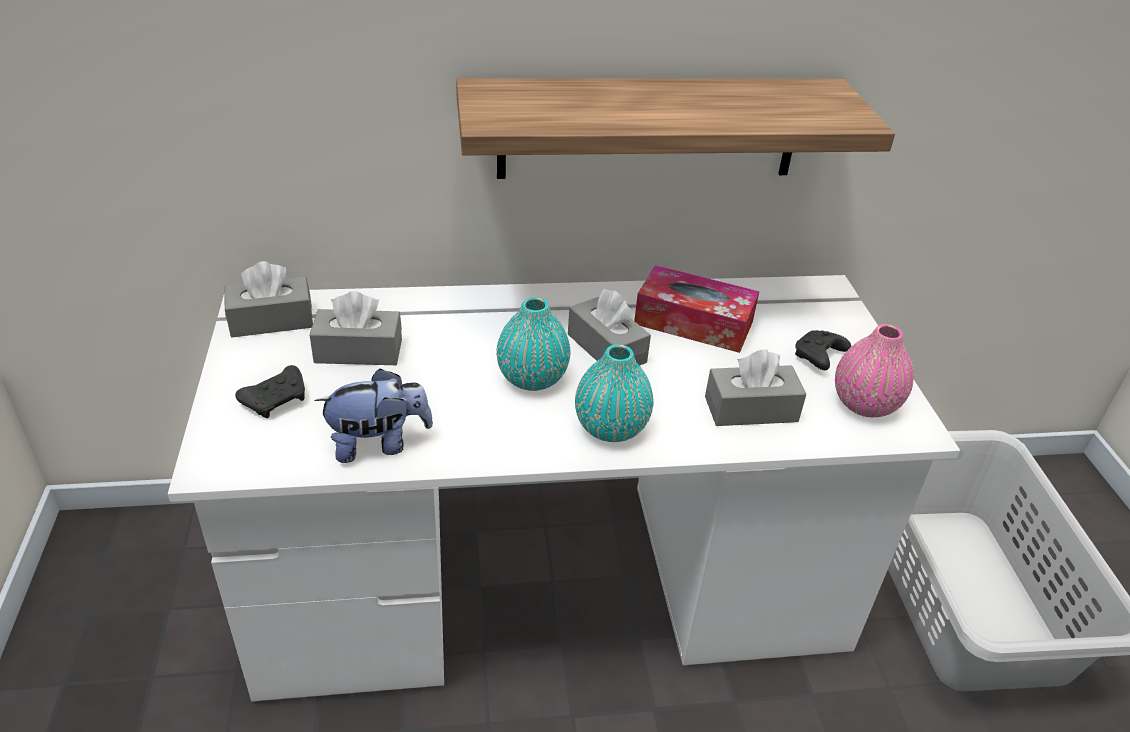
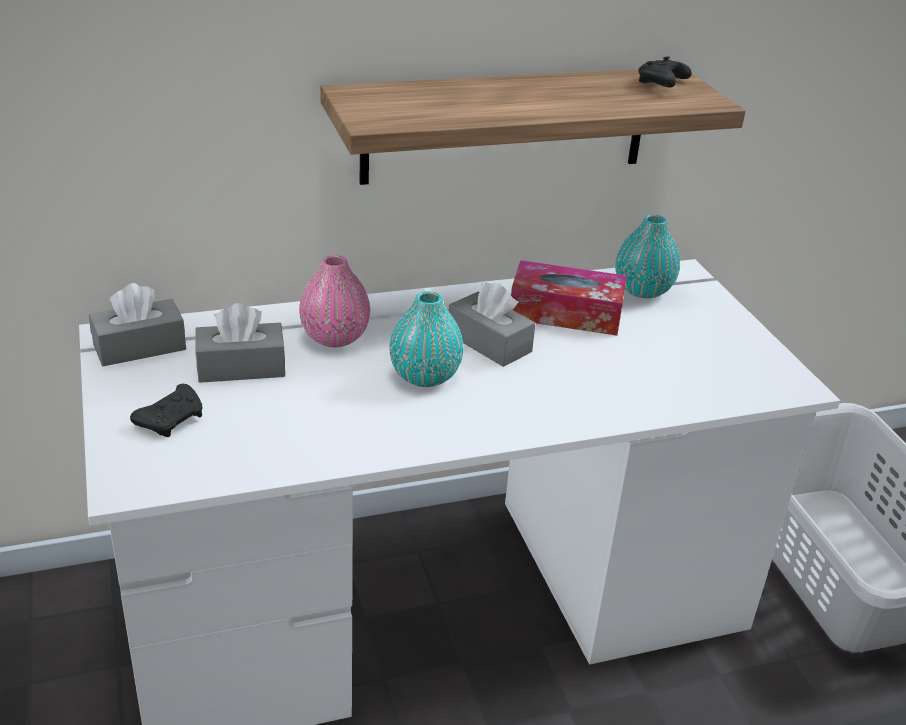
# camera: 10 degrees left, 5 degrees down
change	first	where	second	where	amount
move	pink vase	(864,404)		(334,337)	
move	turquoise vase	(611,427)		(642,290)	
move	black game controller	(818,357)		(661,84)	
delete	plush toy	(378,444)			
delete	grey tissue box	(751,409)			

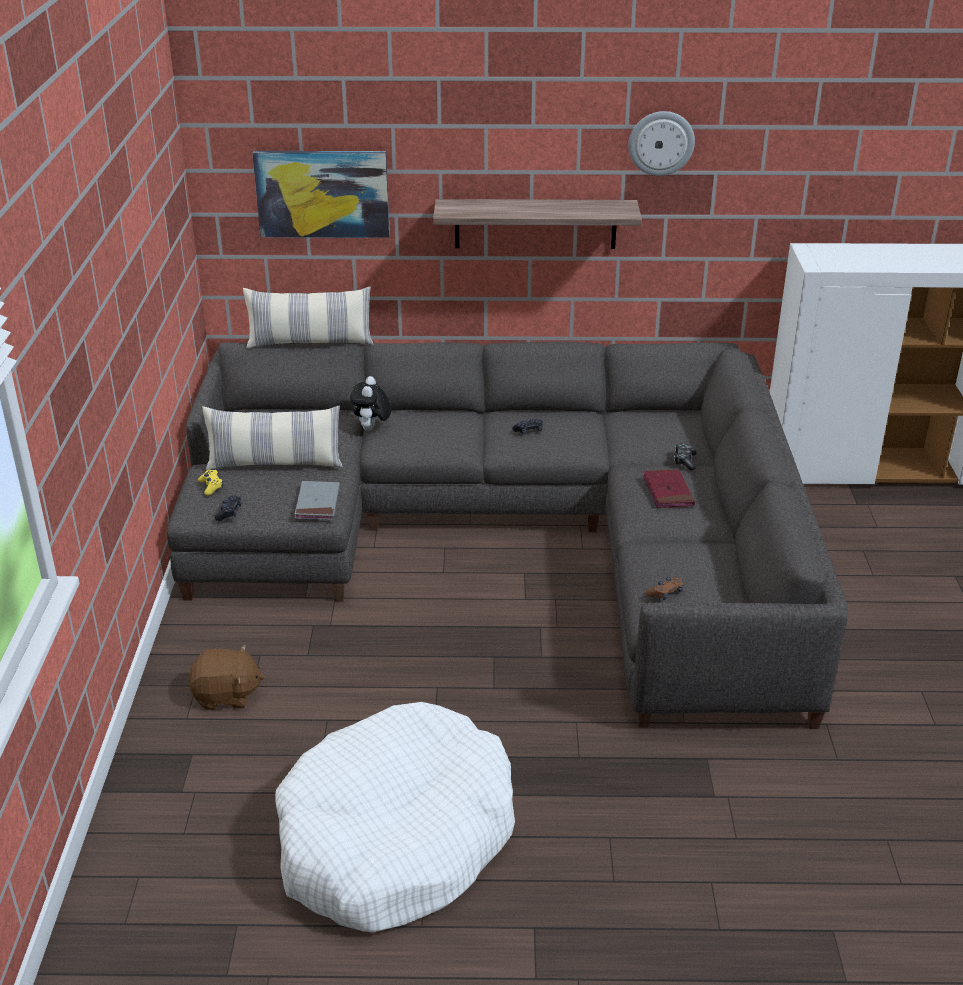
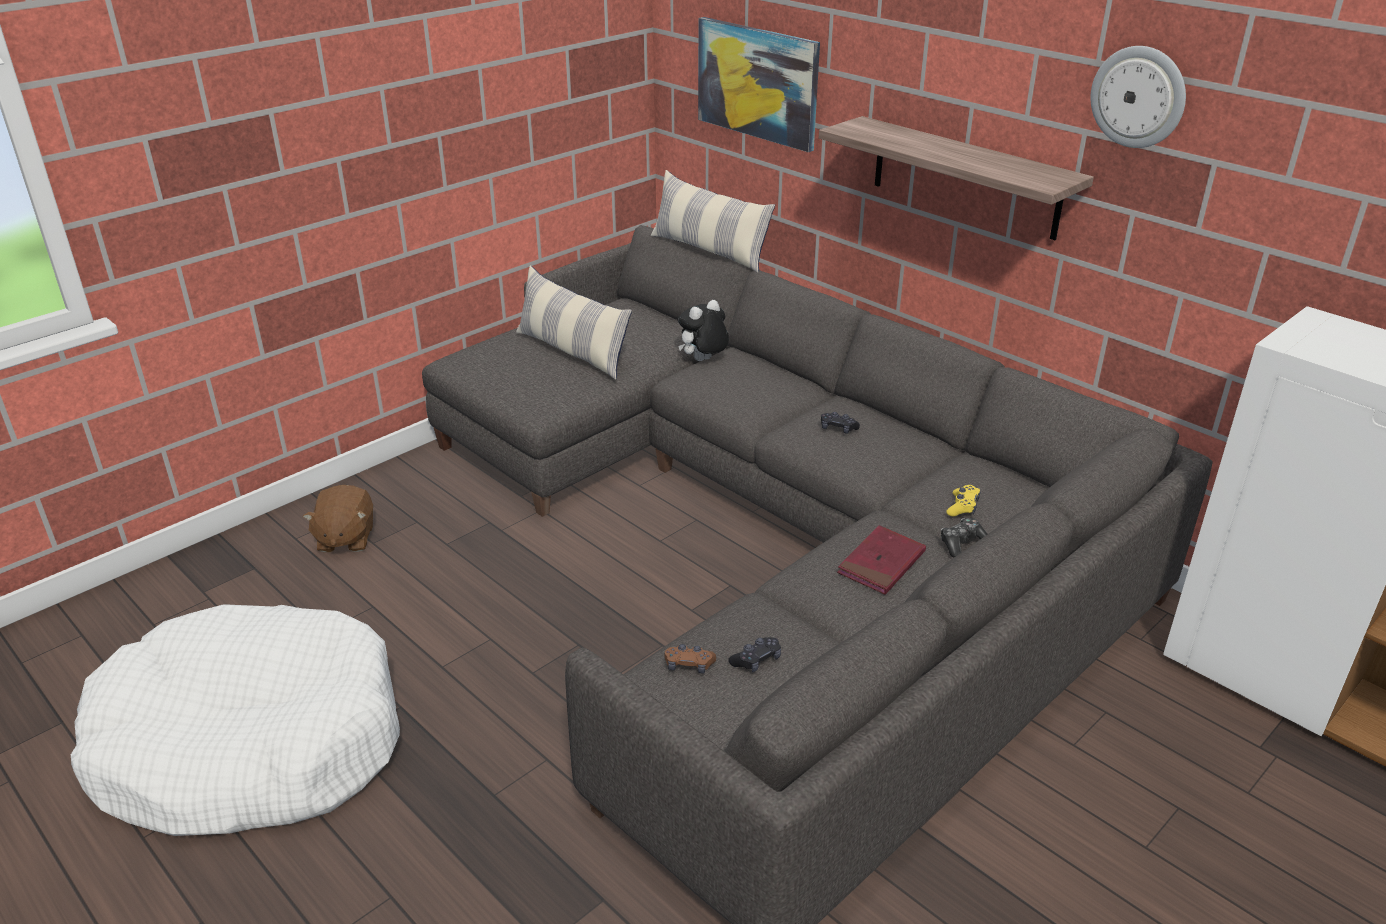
# camera: 45 degrees right, 0 degrees up
change	first	where	second	where	amount
rotate	brown plush toy	(226,695)		(345,539)	45 degrees clockwise
move	black game controller	(229,512)		(756,660)	
move	yellow game controller	(211,486)		(963,507)	
delete	grey book	(317,503)			

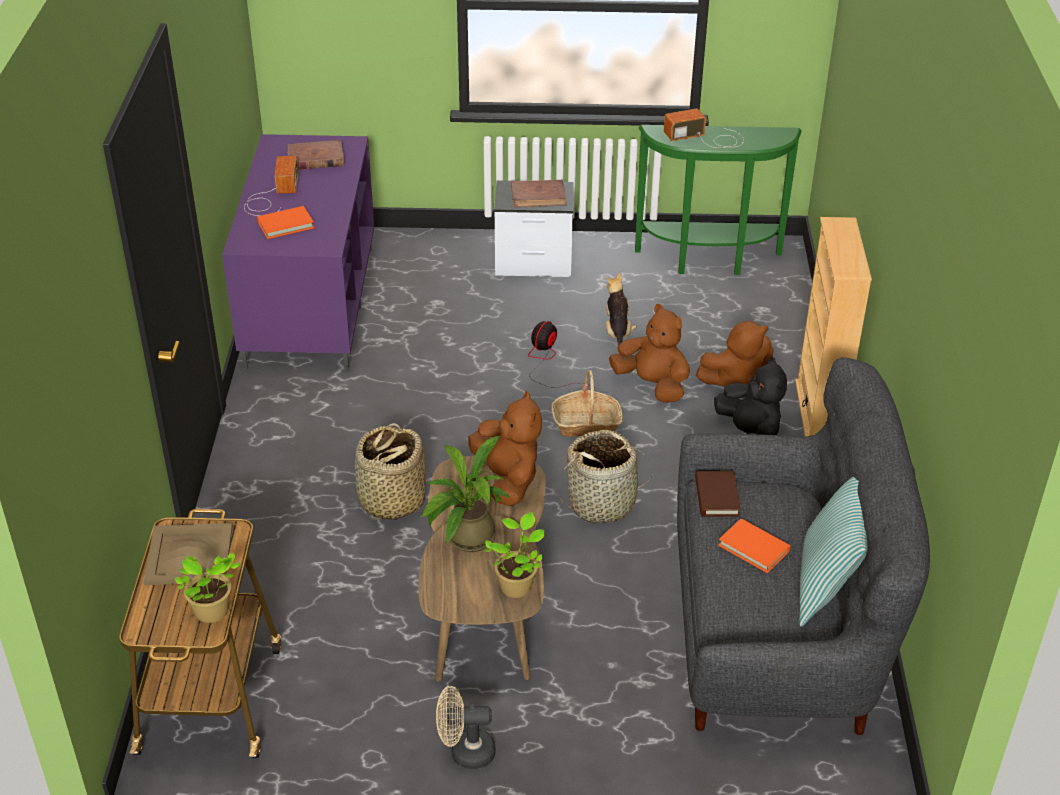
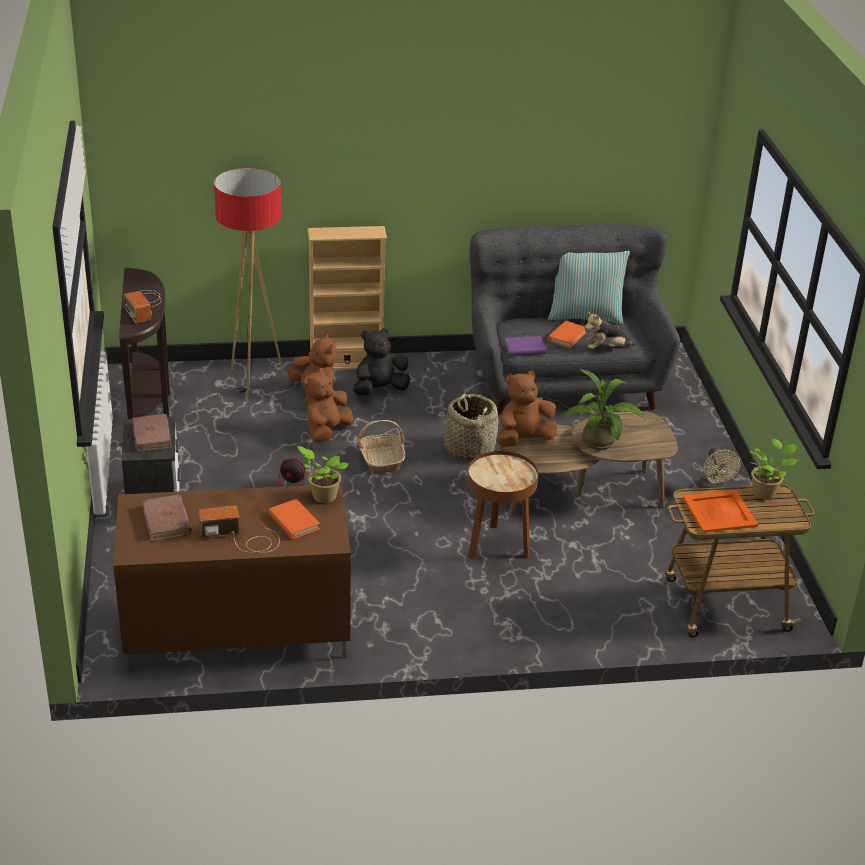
# camera: 100 degrees left, 5 degrees down
change	first	where	second	where	amount
recolor	purple tv stand	(309,305)	brown tv stand	(235,631)	
recolor	green console table	(709,262)	brown console table	(150,407)	
insert			floor lamp	(254,380)	
move	potted plant	(516,585)		(322,496)	
replace	basket	(391,500)	brown side table	(497,546)	
recolor	brown book	(716,496)	purple book	(524,349)	
move	plush toy	(617,333)		(606,348)	
recolor	beige tray	(188,554)	orange tray	(719,512)	

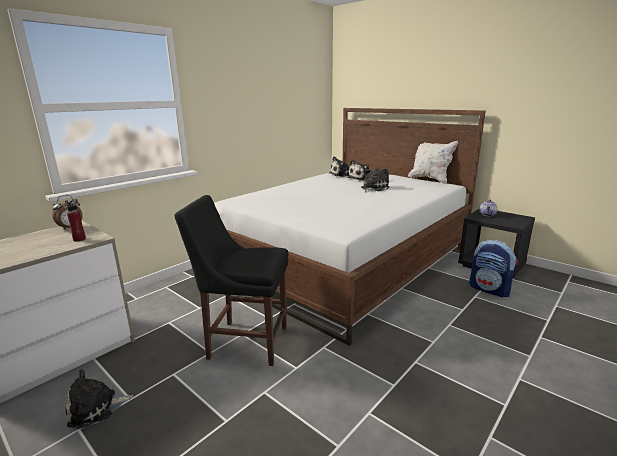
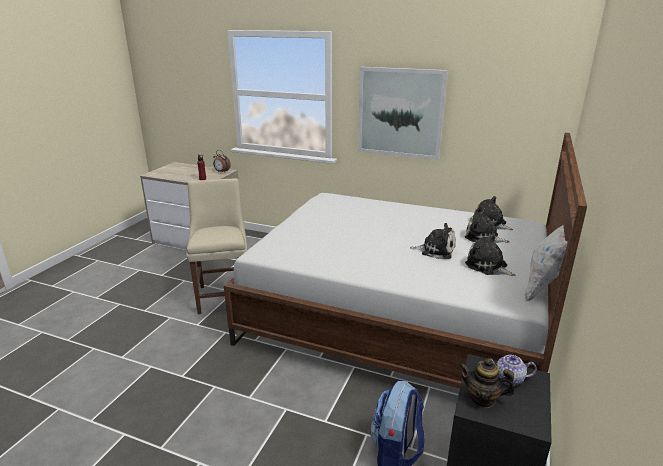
# camera: 70 degrees right, 5 degrees up
change	first	where	second	where	amount
recolor	black chair	(244,341)	beige chair	(224,295)	
insert			picture	(400,113)	
insert			teapot	(482,399)	
move	plush toy	(96,408)		(488,266)	

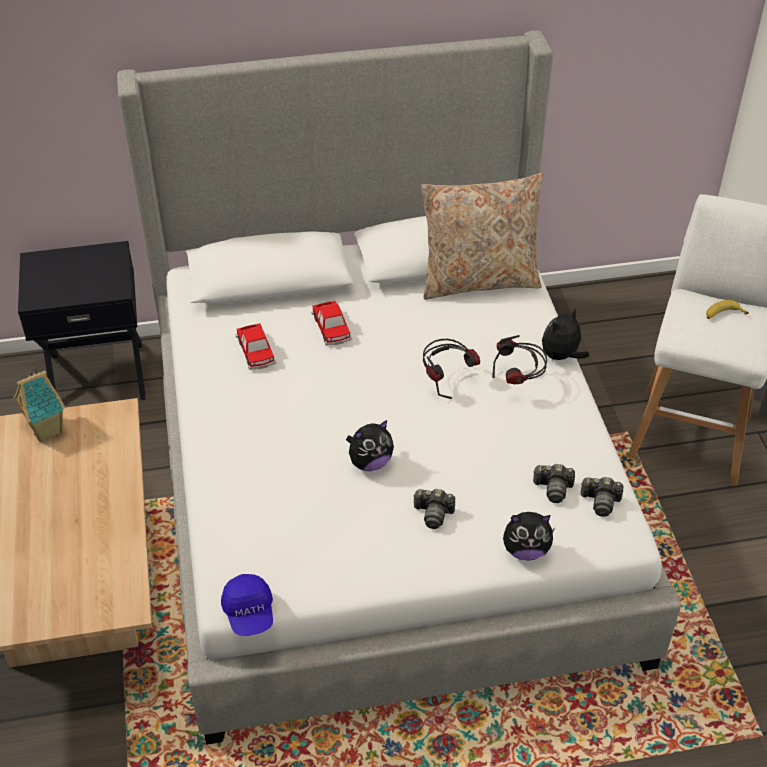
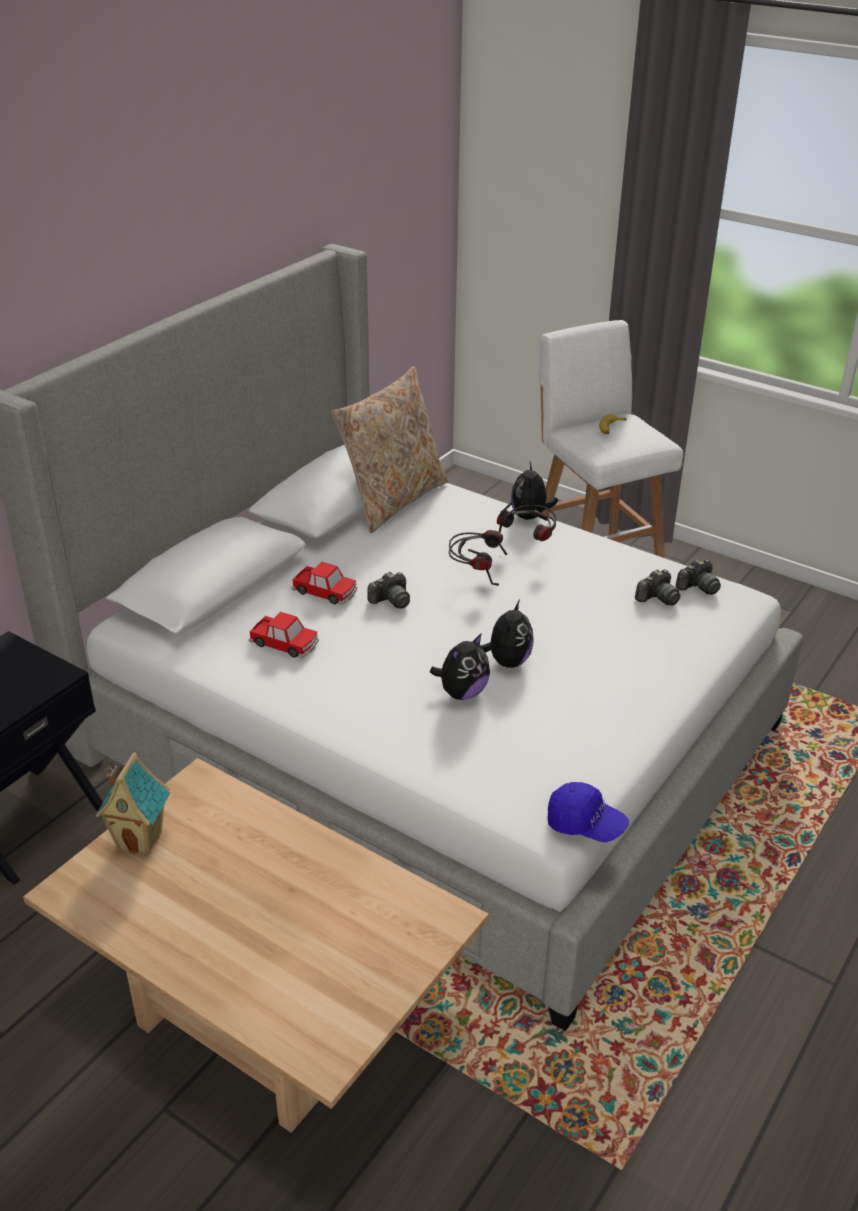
# camera: 45 degrees left, 10 degrees down
change	first	where	second	where	amount
move	photo camera	(433,514)		(391,600)	
move	plush toy	(525,550)		(462,693)	

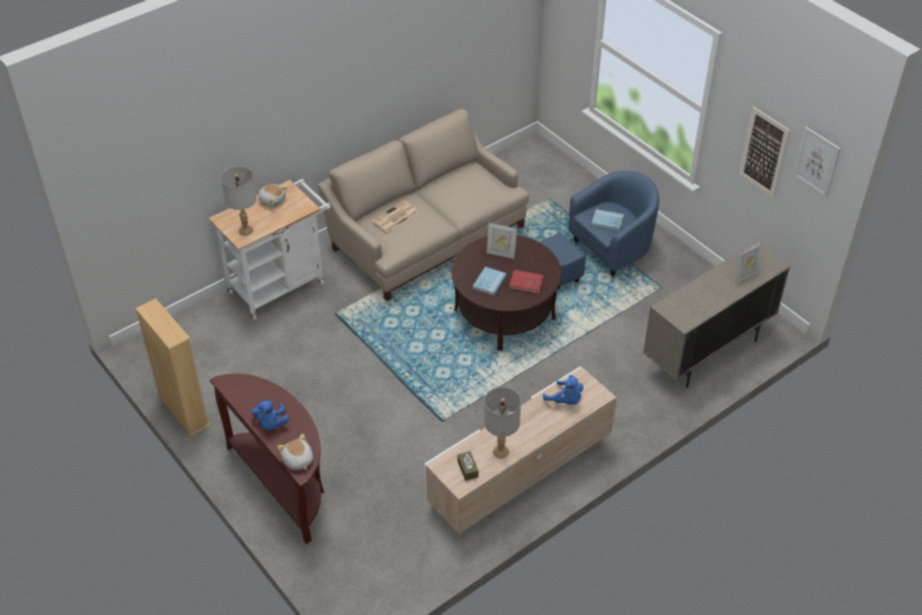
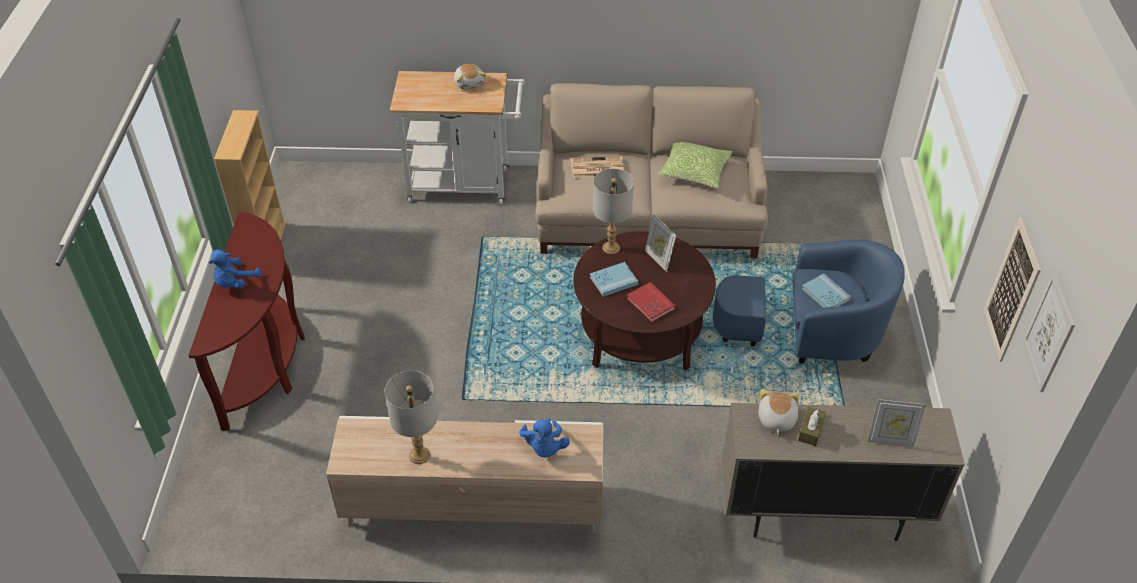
# camera: 40 degrees right, 0 degrees up
change	first	where	second	where	amount
move	grey table lamp	(245,230)		(611,248)	
insert			pillow	(694,171)	
move	plush toy	(297,460)		(776,419)	
move	brown tissue box	(467,469)		(810,430)	

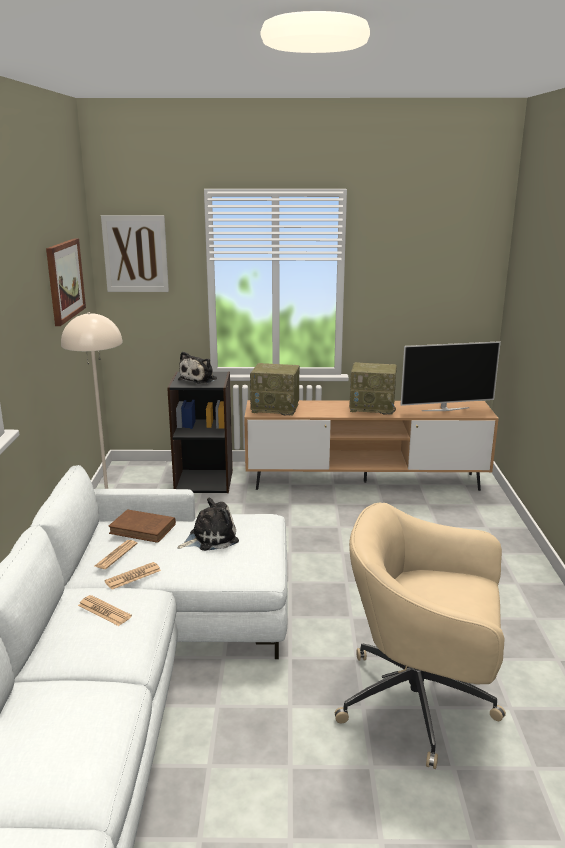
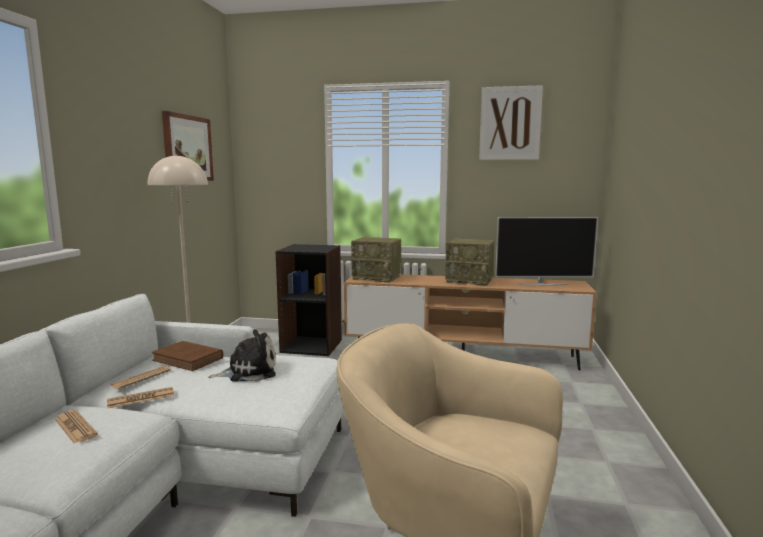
# camera: 10 degrees right, 10 degrees down
change	first	where	second	where	amount
move	picture	(135,254)		(510,123)	
delete	plush toy	(199,379)			

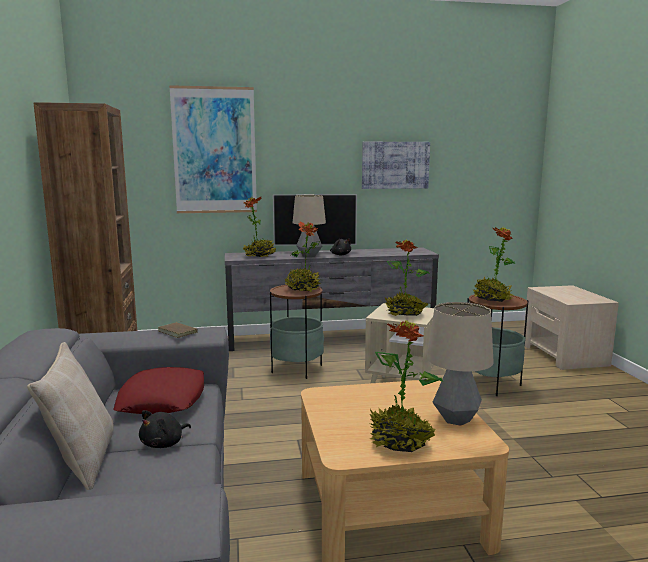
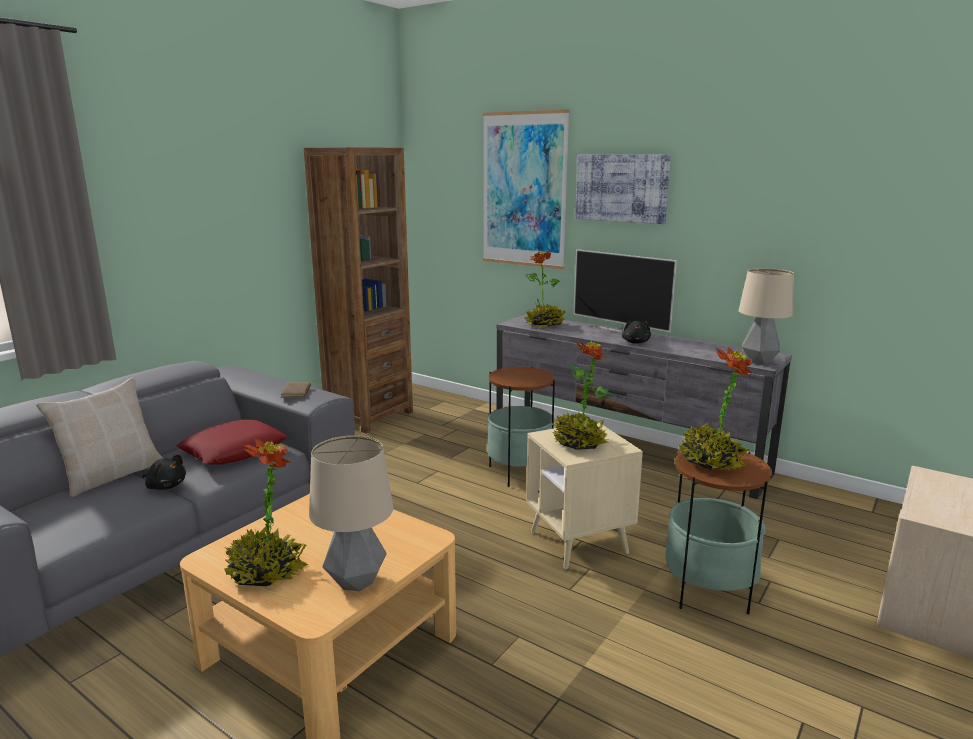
# camera: 45 degrees right, 5 degrees up
change	first	where	second	where	amount
rotate	black plush toy	(164,443)		(166,486)	150 degrees counterclockwise
move	picture	(395,165)		(621,188)	
move	table lamp	(309,256)		(758,361)	
delete	potted plant	(303,289)			

